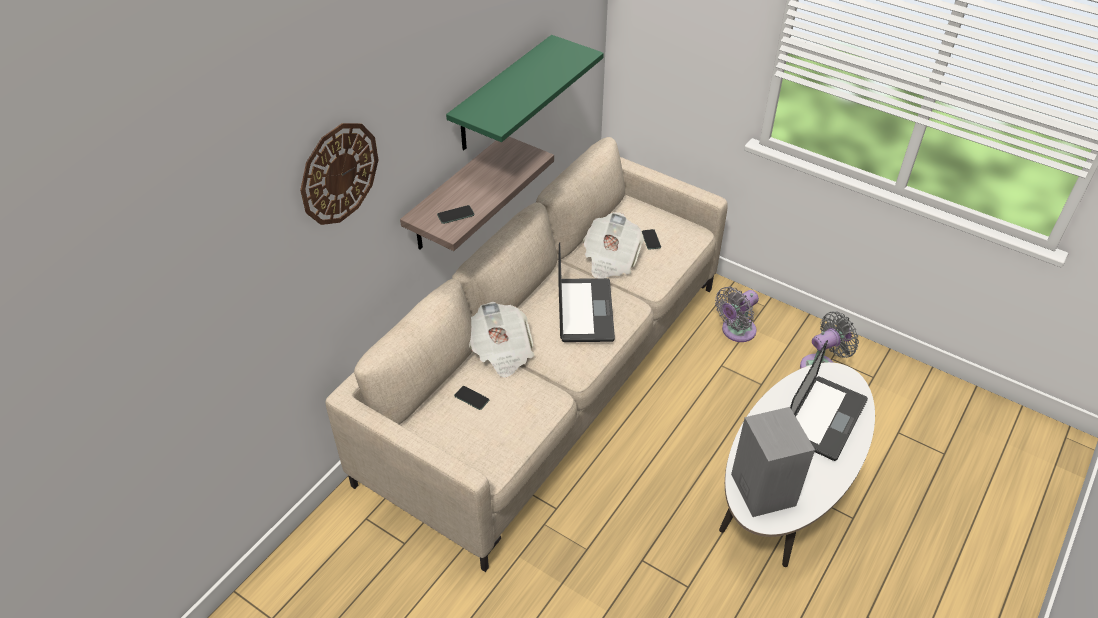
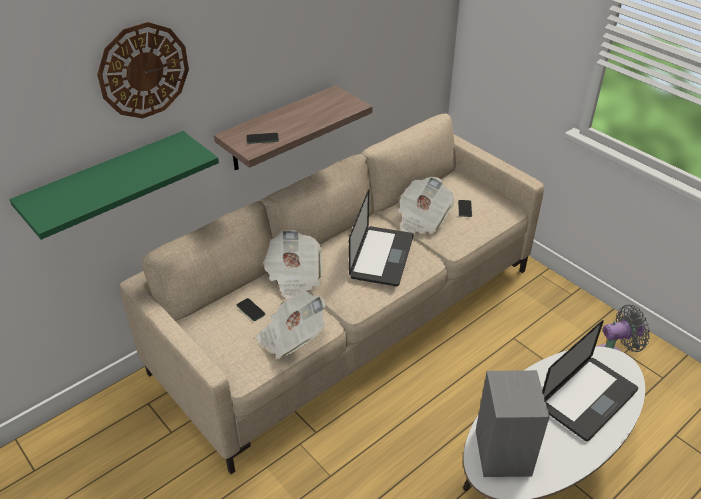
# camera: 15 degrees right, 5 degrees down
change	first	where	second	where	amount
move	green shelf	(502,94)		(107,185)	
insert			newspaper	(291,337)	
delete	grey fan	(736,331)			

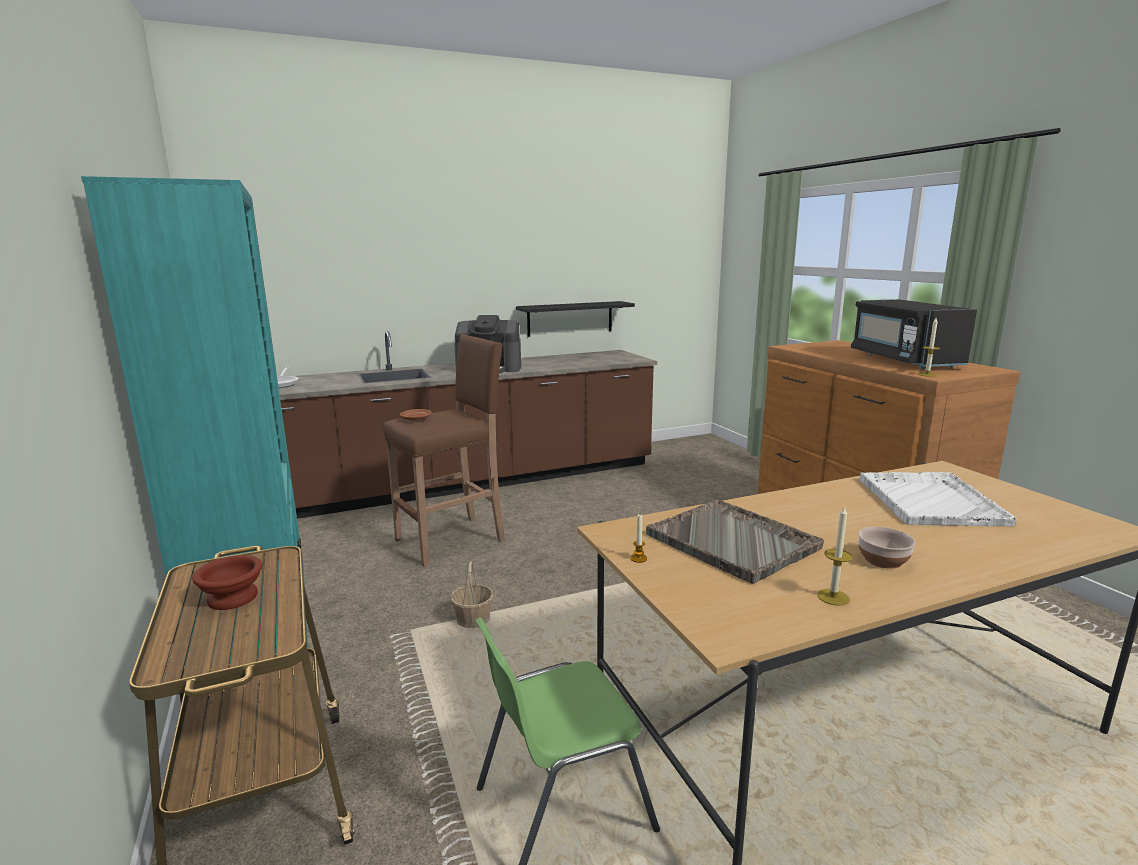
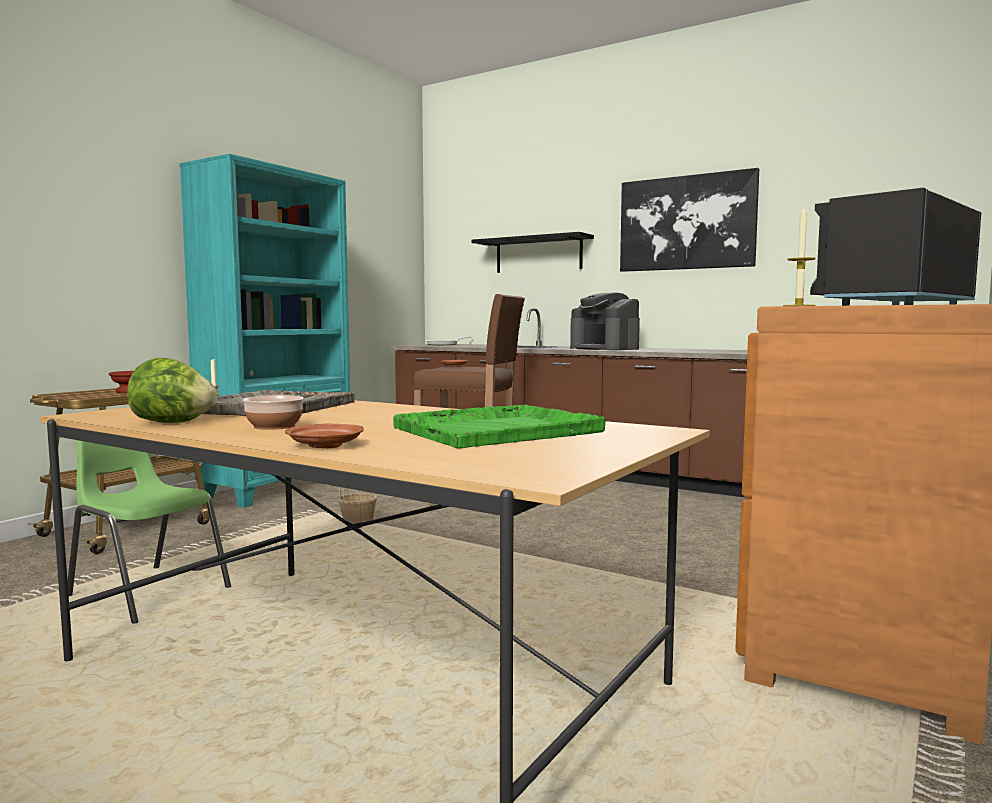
# camera: 55 degrees right, 10 degrees down
change	first	where	second	where	amount
replace	candle	(833,597)	lettuce	(172,422)	
insert			brown plate	(324,446)	
recolor	white tray	(929,500)	green tray	(499,430)	
move	black shelf	(570,318)		(538,255)	
insert			picture	(686,223)	

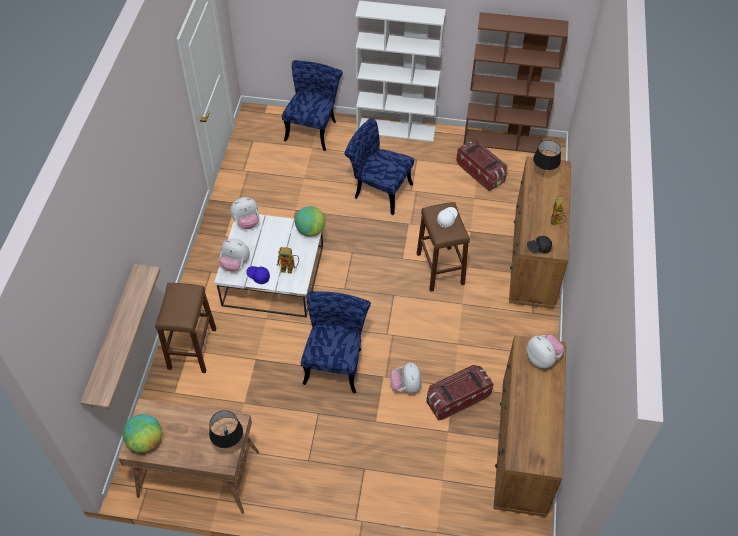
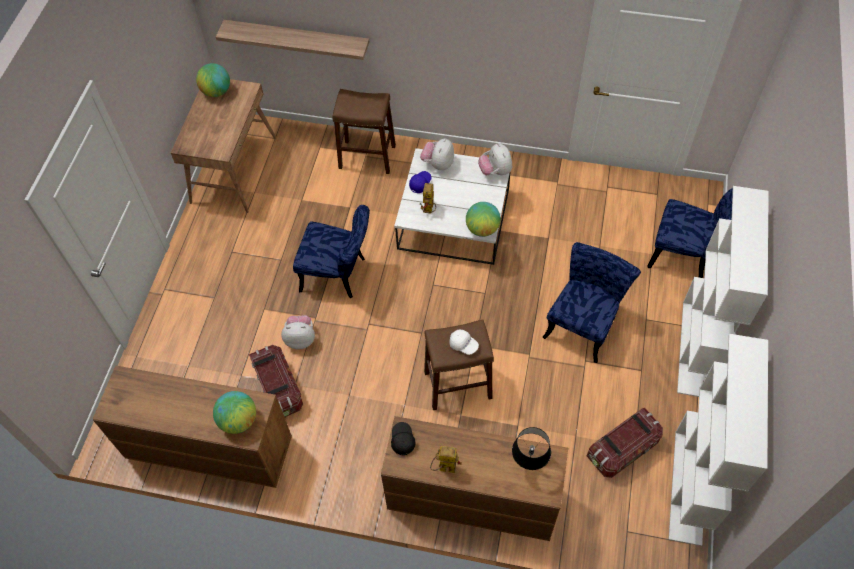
# camera: 95 degrees right, 5 degrees up
change	first	where	second	where	amount
replace	plush toy	(542,359)	globe	(238,420)	
recolor	brown bookcase	(503,141)	white bookcase	(688,487)	
delete	black table lamp	(230,446)			

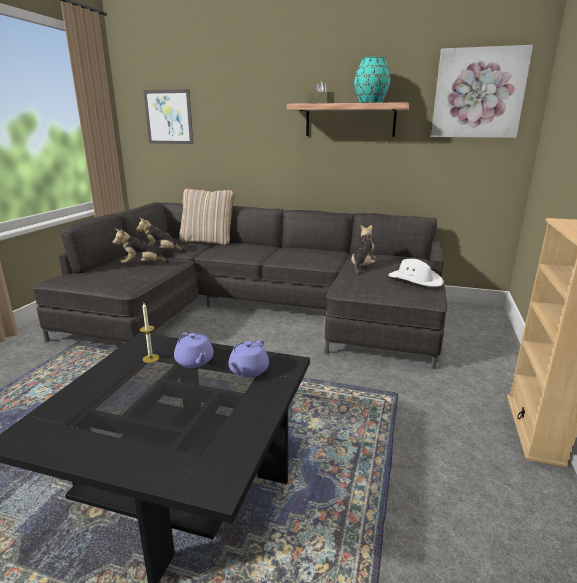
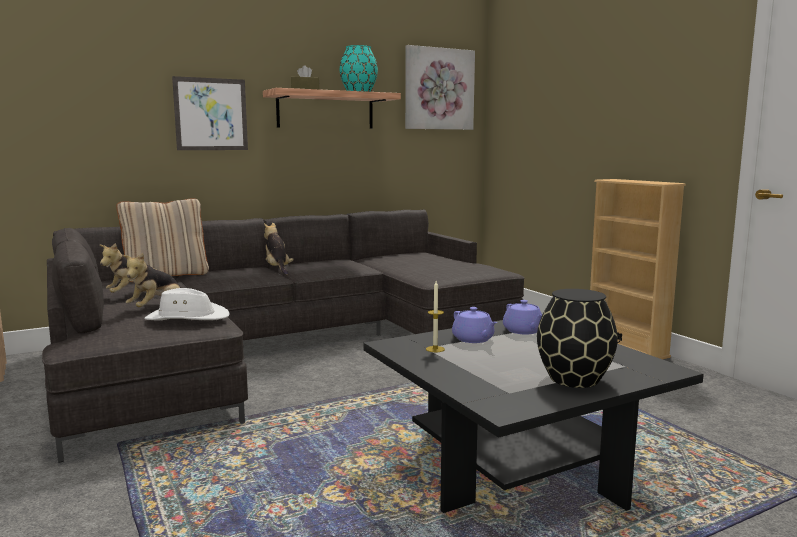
# camera: 45 degrees left, 10 degrees down
change	first	where	second	where	amount
move	white hat	(415,280)		(187,318)	
move	picture	(168,117)		(211,114)	
move	plush toy	(362,267)		(277,269)	
rotate	purple teapot	(195,362)		(473,339)	45 degrees clockwise
insert			black vase	(573,379)	

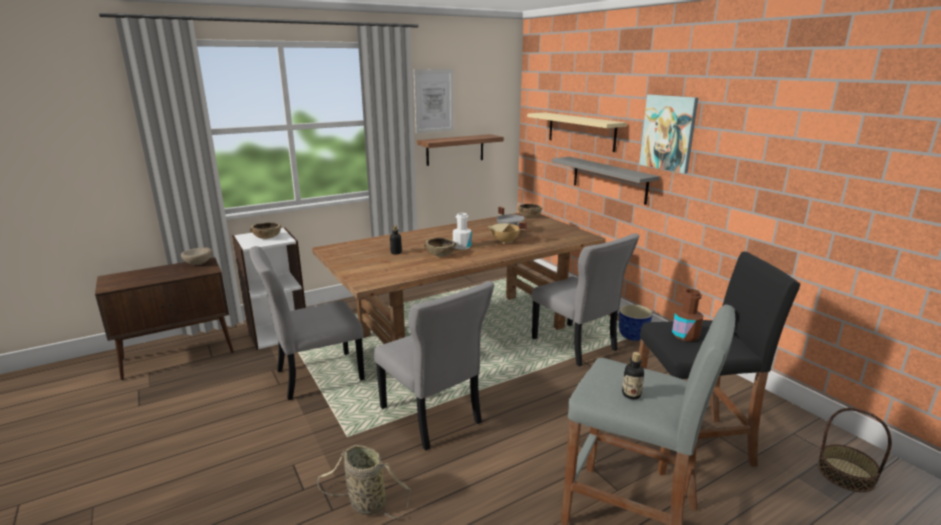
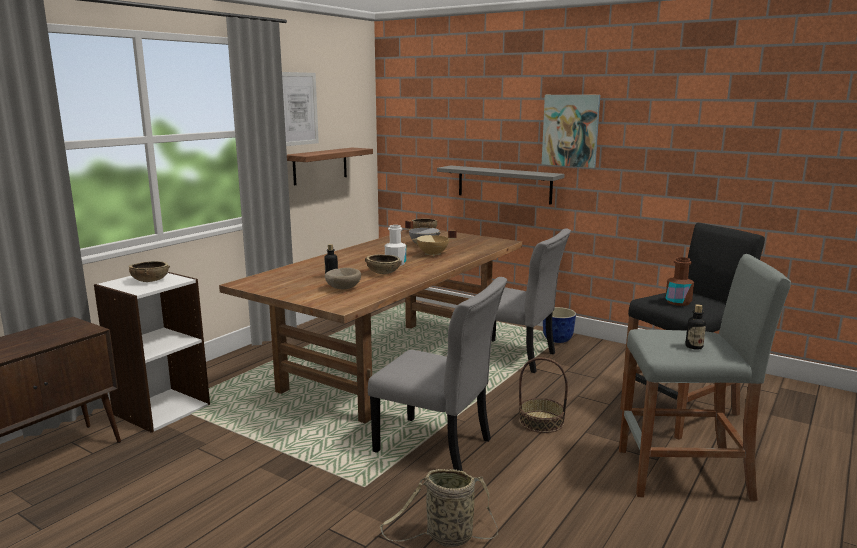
# camera: 25 degrees left, 5 degrees down
change	first	where	second	where	amount
move	beige bowl	(199,263)		(343,288)	
move	basket	(846,474)		(541,422)	
delete	grey chair	(315,376)			
delete	beige shelf	(581,131)			

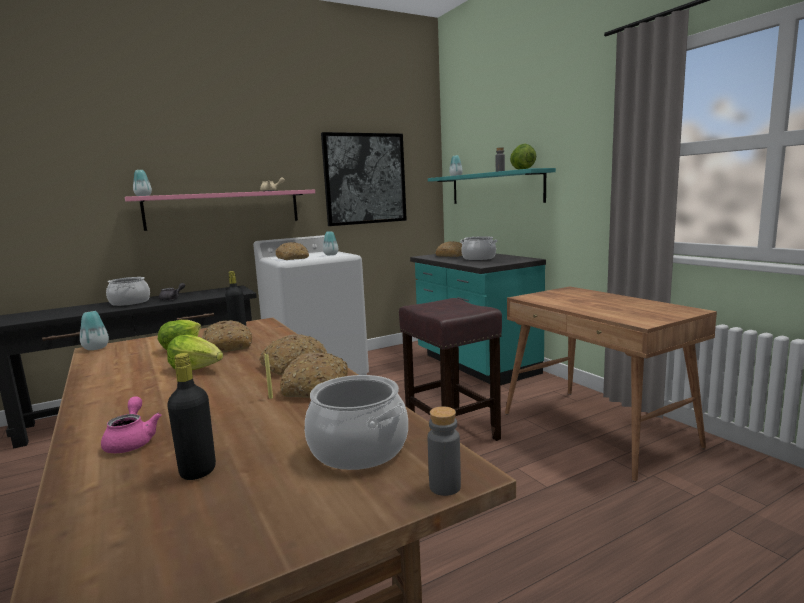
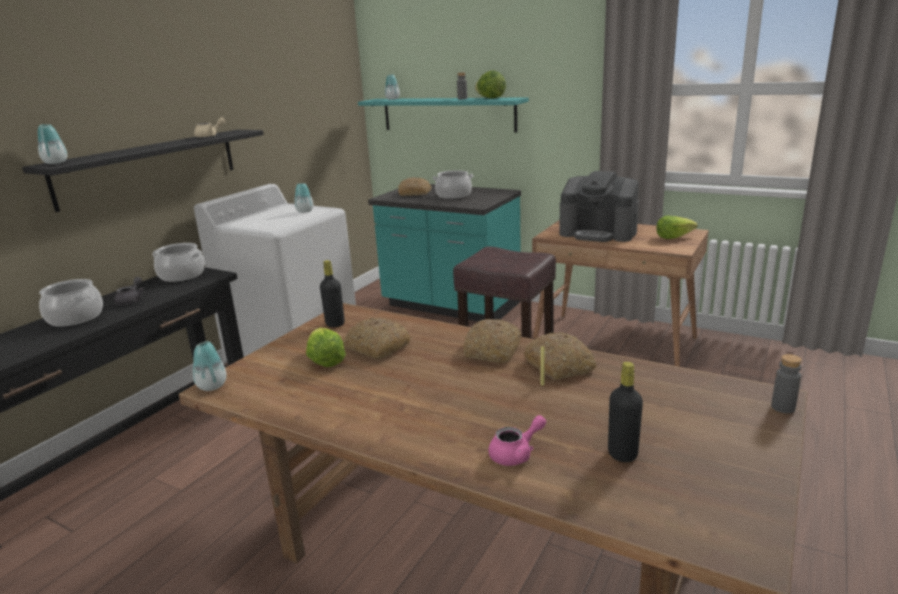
# camera: 30 degrees left, 10 degrees up
change	first	where	second	where	amount
recolor	pink shelf	(224,209)	black shelf	(150,167)	
move	cooking pot	(359,448)		(182,275)	
rotate	pink teapot	(132,441)		(516,454)	105 degrees clockwise
insert			coffee machine	(598,233)	
move	lettuce	(197,369)		(673,237)	
delete	bread	(293,258)			
delete	picture	(365,179)			

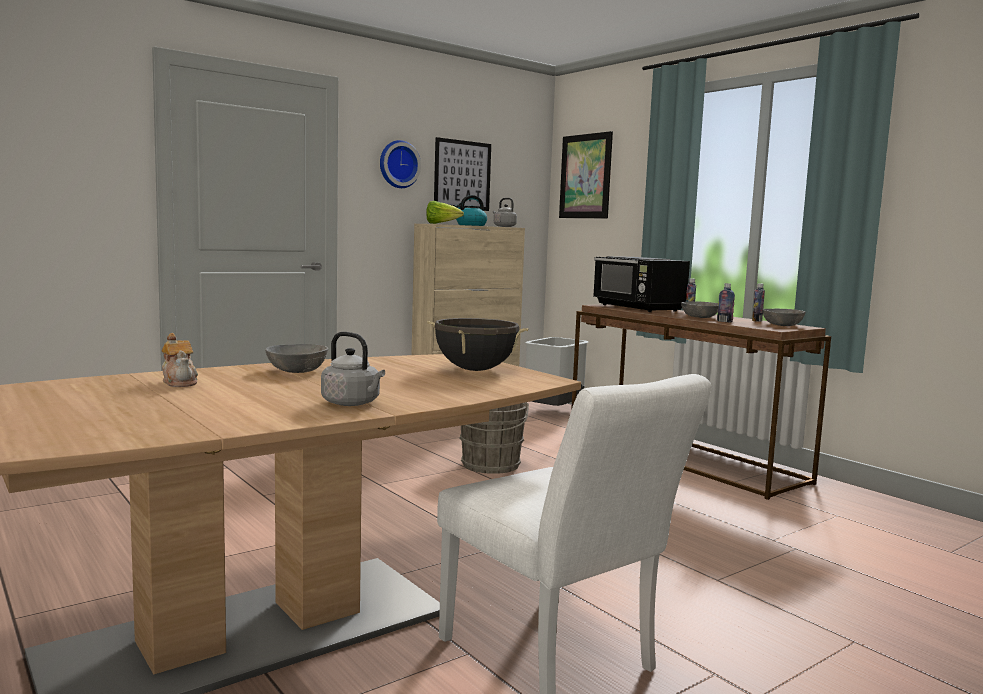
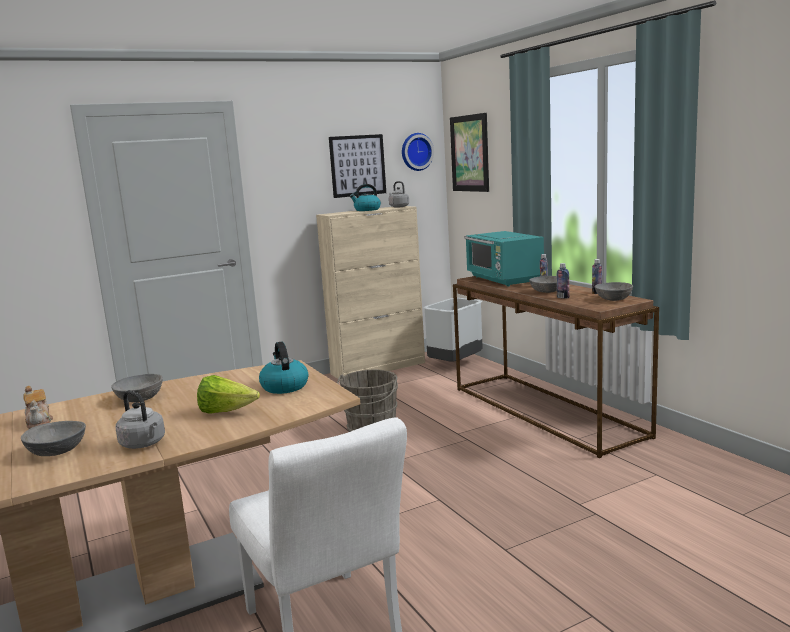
# camera: 10 degrees right, 5 degrees up
change	first	where	second	where	amount
insert			grey bowl	(56,451)	
move	lettuce	(441,224)		(226,412)	
replace	black cooking pot	(475,370)	kettle	(284,387)	
move	wall clock	(398,164)		(416,152)	
recolor	black microwave	(638,308)	turquoise microwave	(504,280)	

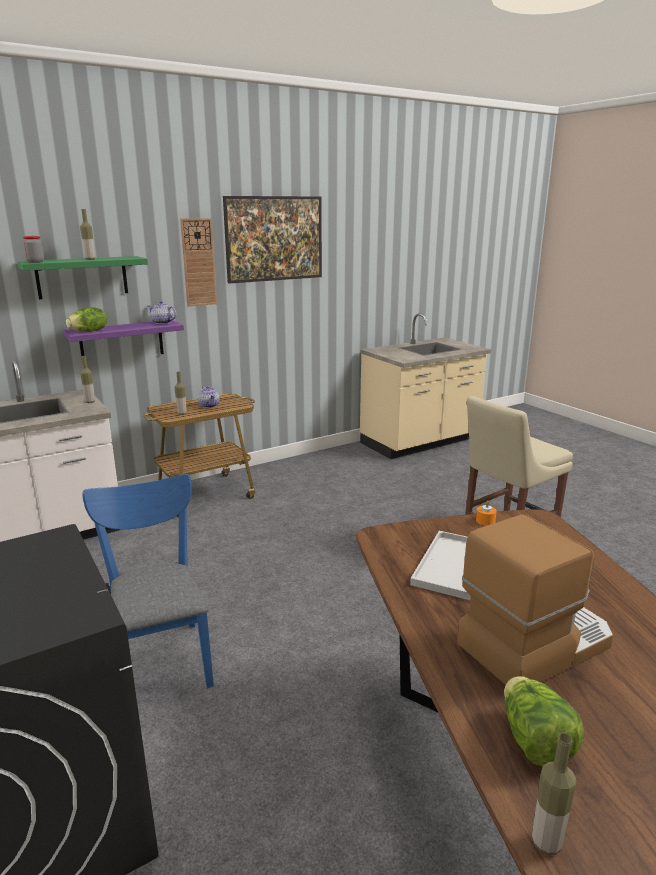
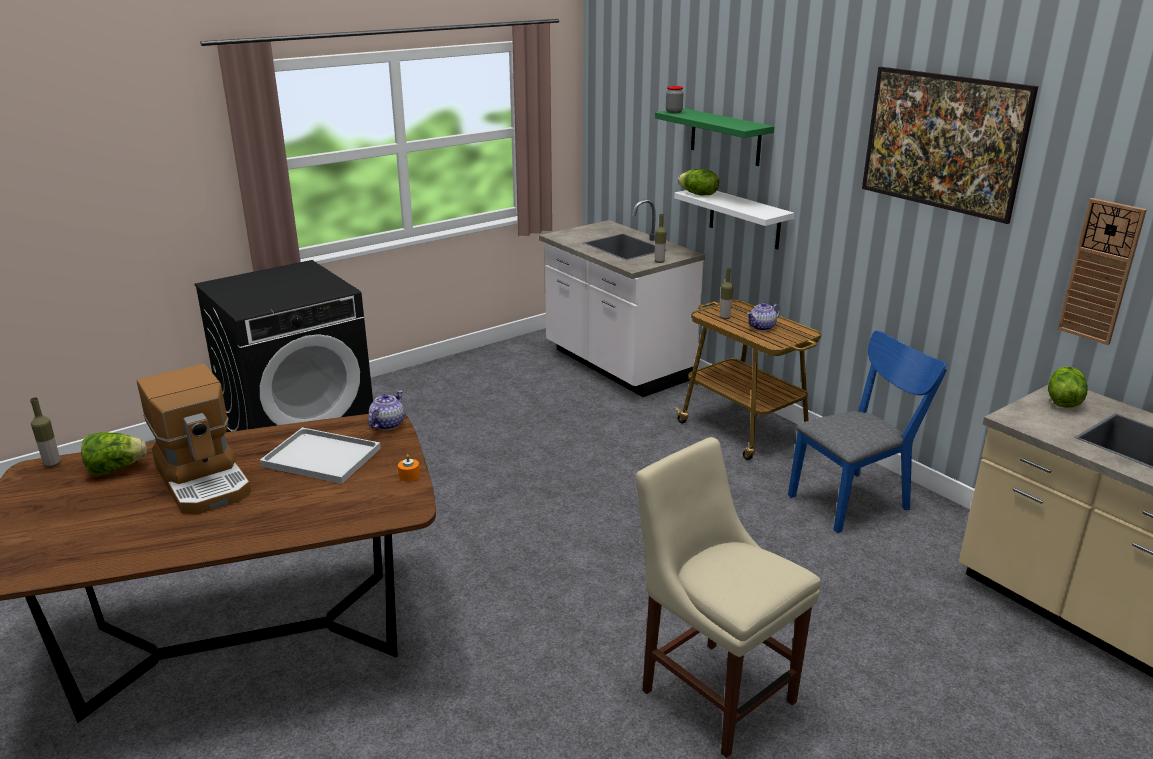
# camera: 85 degrees right, 5 degrees up
change	first	where	second	where	amount
move	teapot	(162,323)		(387,424)	
recolor	purple shelf	(122,341)	white shelf	(744,218)	
move	blue chair	(161,656)		(855,499)	
insert			lettuce	(1062,401)	
move	wall clock	(198,262)		(1100,272)	
delete	bottle	(90,259)			

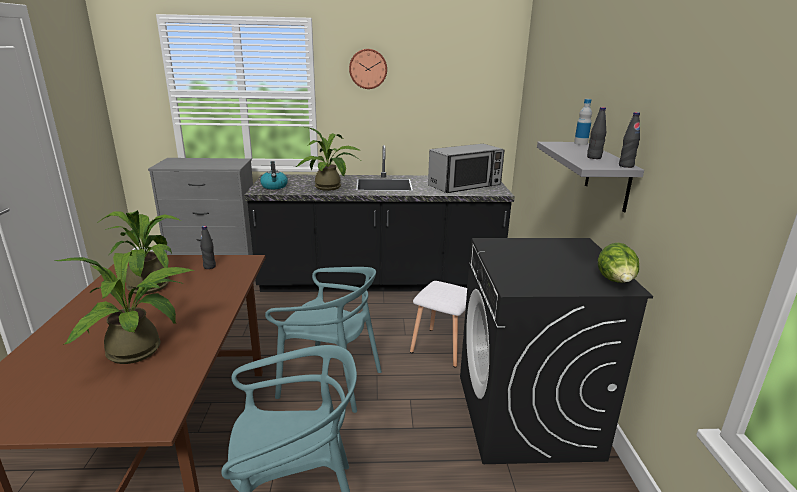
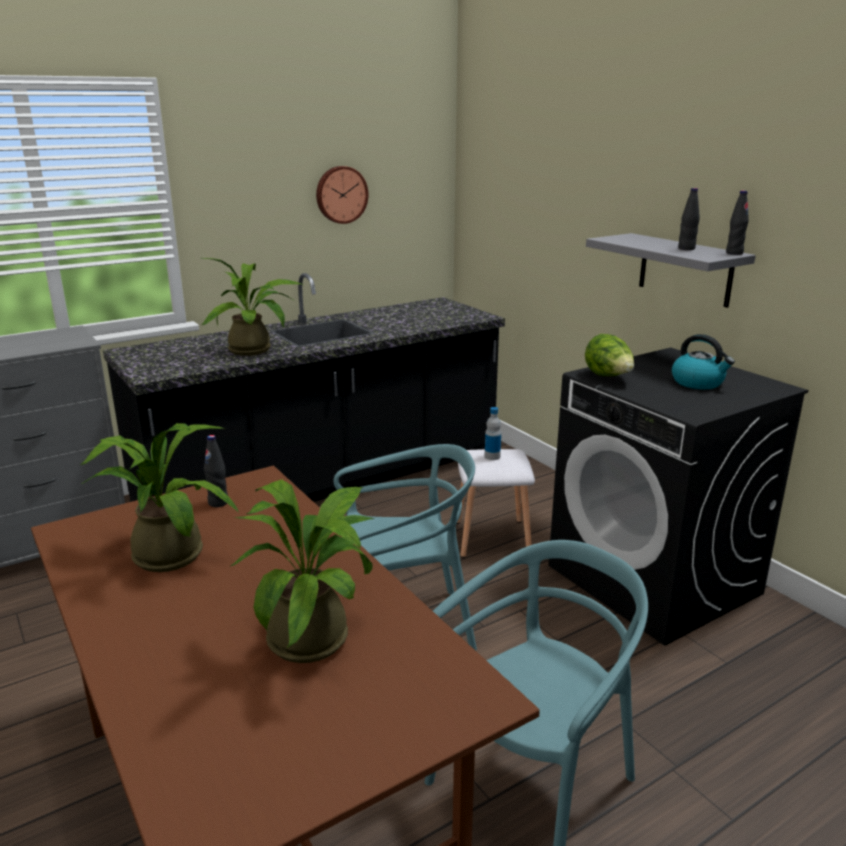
# camera: 30 degrees left, 0 degrees up
change	first	where	second	where	amount
move	wall clock	(368,69)		(341,194)	
move	bottle	(580,143)		(492,456)	
move	lettuce	(616,282)		(608,377)	
move	kettle	(274,186)		(698,382)	
delete	microwave	(465,185)			

